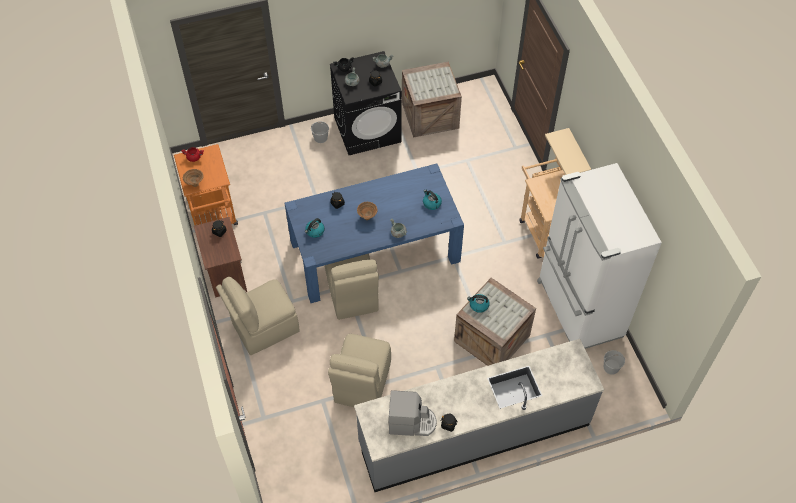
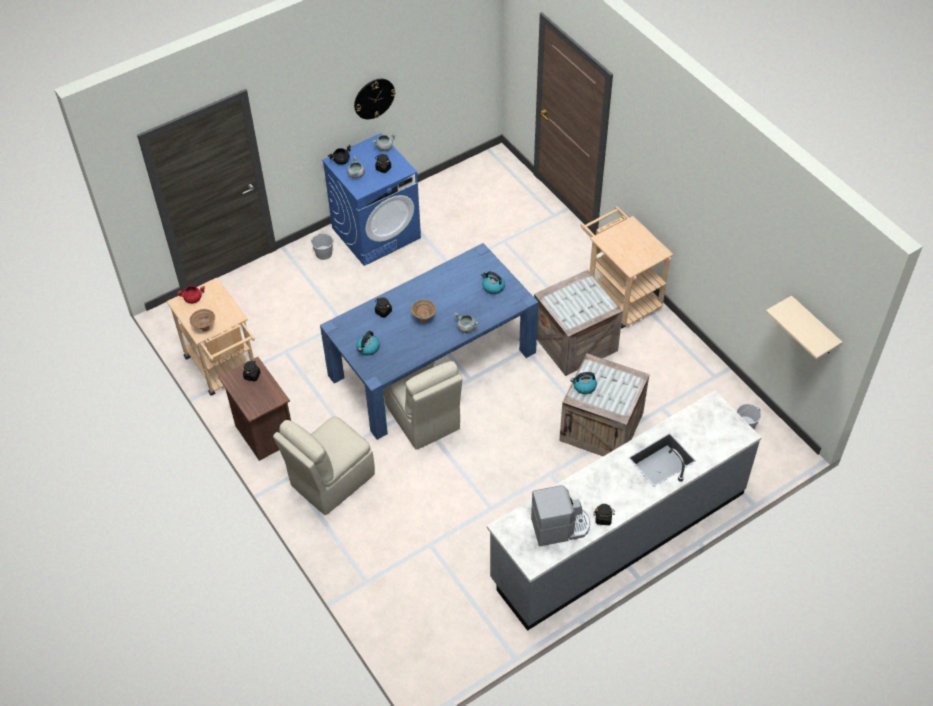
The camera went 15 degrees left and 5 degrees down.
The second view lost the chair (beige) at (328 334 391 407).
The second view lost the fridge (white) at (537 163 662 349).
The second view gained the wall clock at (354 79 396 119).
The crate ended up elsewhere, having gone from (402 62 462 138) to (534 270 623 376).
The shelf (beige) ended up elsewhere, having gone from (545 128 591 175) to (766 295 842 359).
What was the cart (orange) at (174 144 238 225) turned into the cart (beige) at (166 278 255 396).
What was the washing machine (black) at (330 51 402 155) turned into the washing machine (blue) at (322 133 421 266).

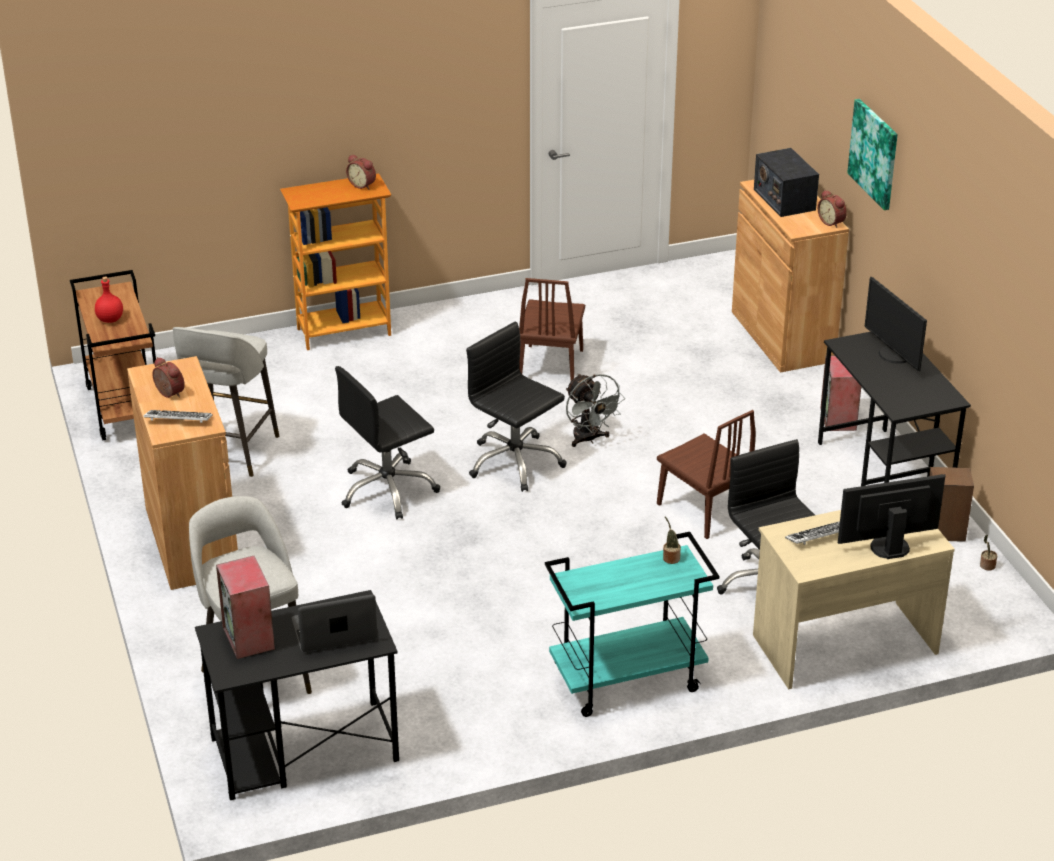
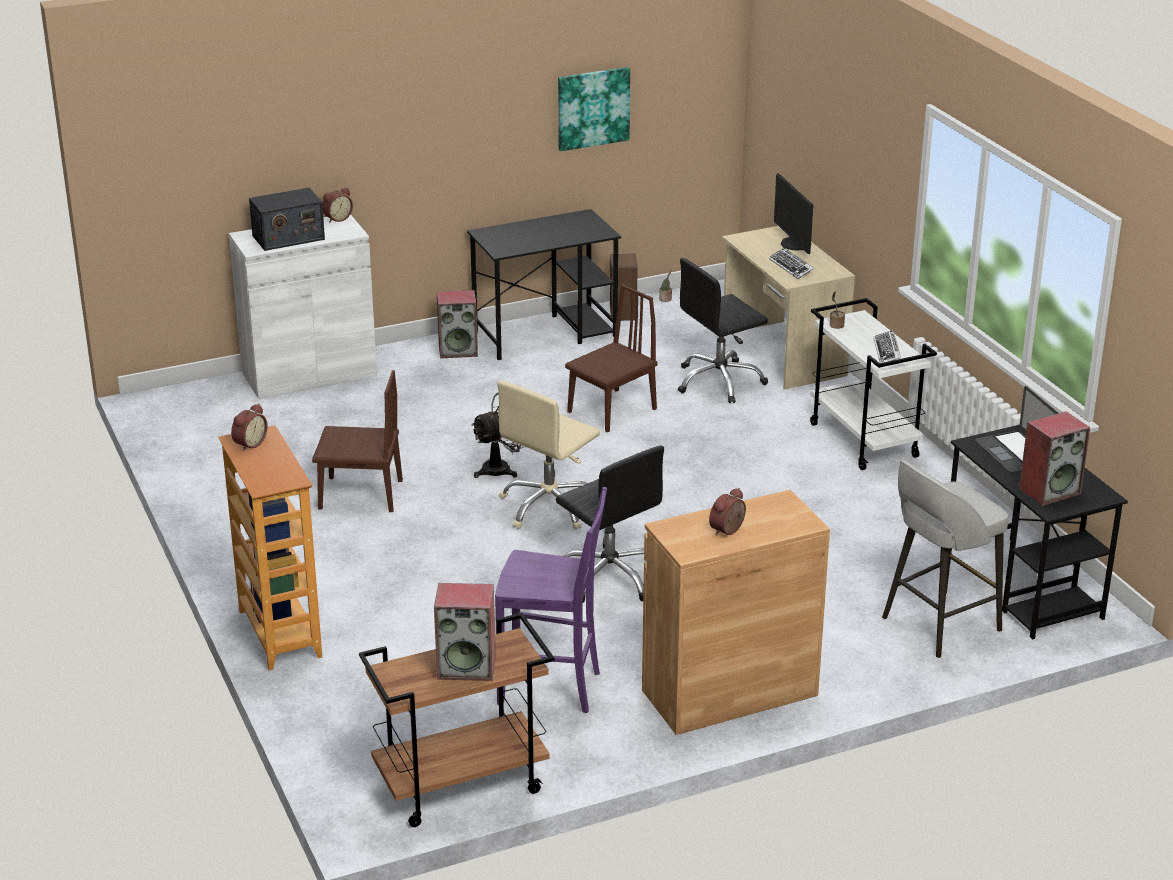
The camera went 95 degrees left and 5 degrees down.
The second view lost the monitor at (864 277 927 371).
The keyboard ended up elsewhere, having gone from (144 410 213 423) to (874 330 901 363).
The picture ended up elsewhere, having gone from (847 99 897 210) to (558 67 630 151).
Where the bottle (red) stood at (95 277 123 323), the speaker came to stand at (434 583 496 681).
Where the stool (grey) stood at (173 327 279 477), the chair (purple) came to stand at (495 487 607 713).
What was the office chair (black) at (466 321 567 492) turned into the office chair (beige) at (497 380 600 530).
What was the cart (turquoise) at (545 532 719 717) turned into the cart (white) at (810 298 937 470).
What was the cabinet (brown) at (732 180 849 373) turned into the cabinet (white) at (229 214 377 399).

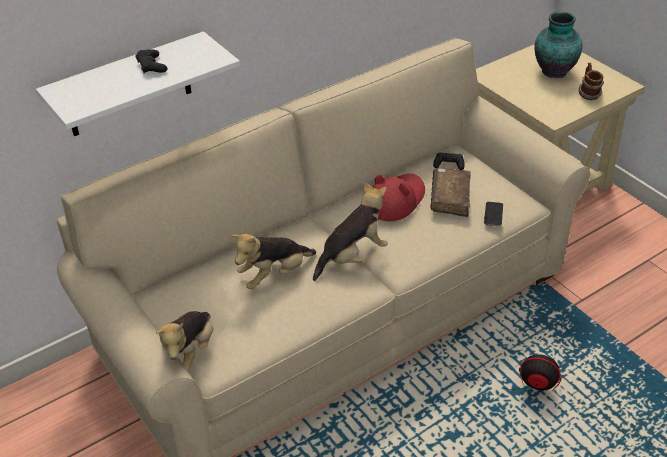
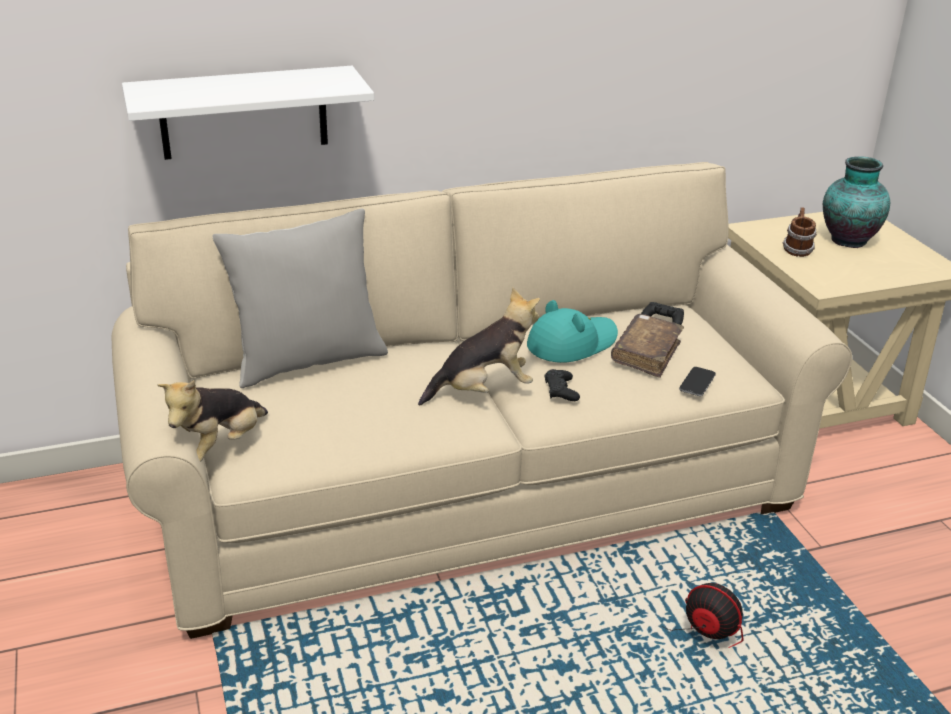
The camera went 15 degrees right and 10 degrees down.
The second view lost the plush toy at (231 234 316 289).
The second view gained the pillow (grey) at (212 208 388 388).
The game controller (black) ended up elsewhere, having gone from (136 49 168 73) to (544 369 580 401).
The mug ended up elsewhere, having gone from (579 63 604 100) to (783 208 817 257).
What was the hat (red) at (372 174 425 221) turned into the hat (turquoise) at (527 300 618 363).

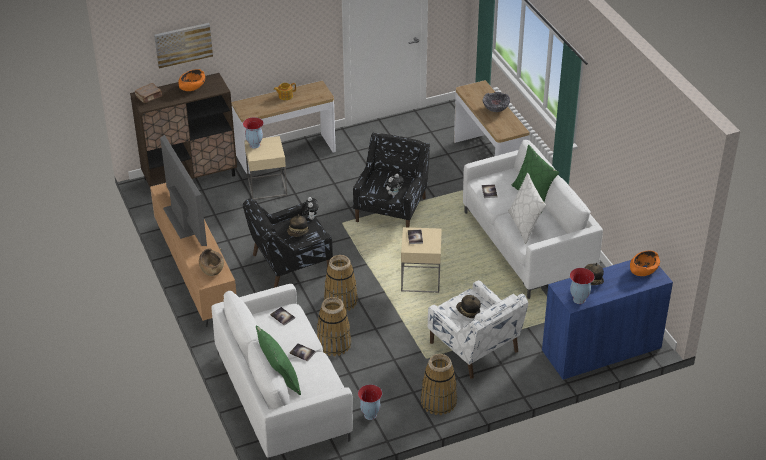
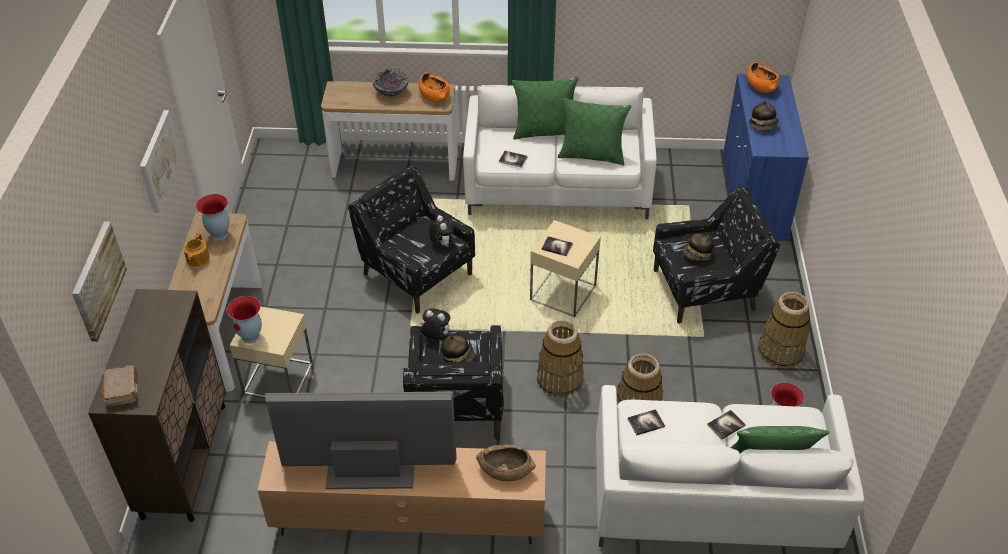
The camera went 65 degrees left and 5 degrees up.
The second view gained the picture at (140 110 181 213).
The bowl (orange) ended up elsewhere, having gone from (178 69 205 91) to (419 72 450 102).
The vase ended up elsewhere, having gone from (570 268 595 304) to (196 194 230 240).
What was the armchair (white) at (428 280 528 379) turned into the armchair (black) at (653 186 780 324).
What was the pillow (white) at (508 173 546 244) turned into the pillow (green) at (558 98 631 165).

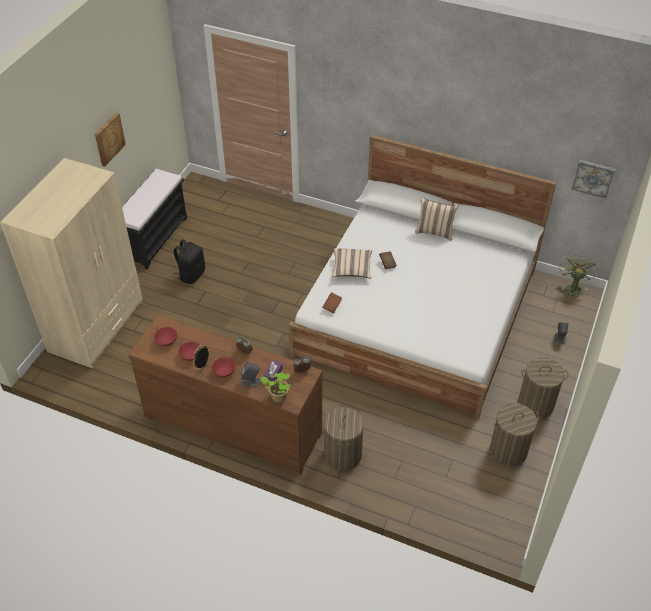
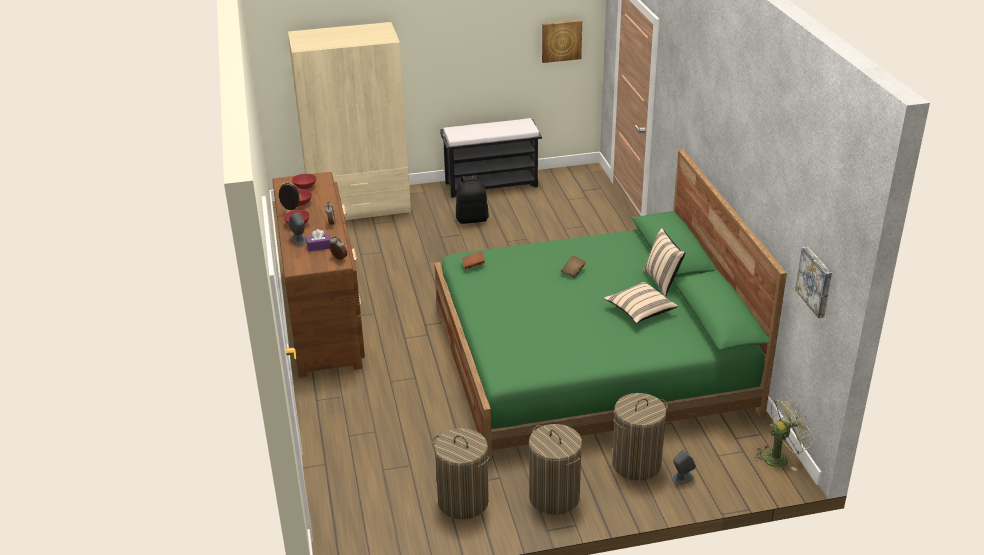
The camera went 55 degrees right and 15 degrees down.
The second view lost the potted plant at (260 372 291 402).
The picture ended up elsewhere, having gone from (95 112 126 167) to (542 20 582 63).
The laundry basket ended up elsewhere, having gone from (324 405 364 471) to (612 393 668 481).
The pillow (beige) ended up elsewhere, having gone from (331 248 372 279) to (604 282 678 323).
What was the bed (white) at (289 135 557 419) turned into the bed (green) at (434 149 787 462).

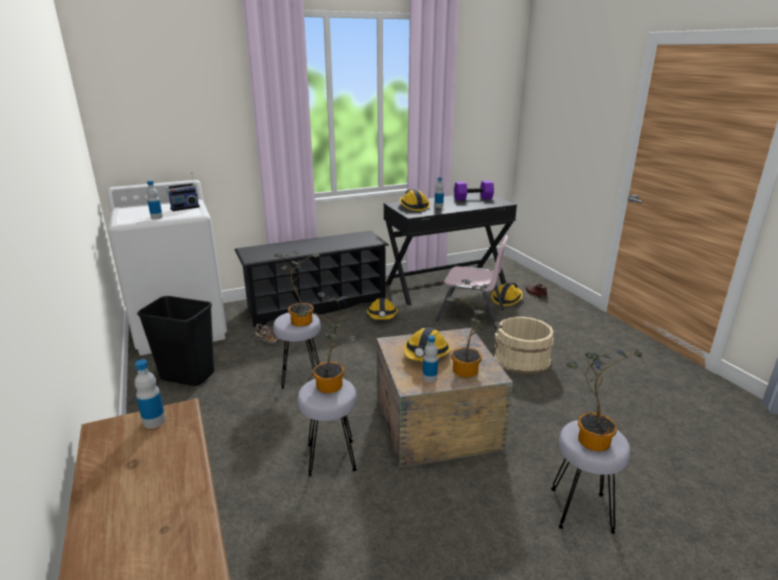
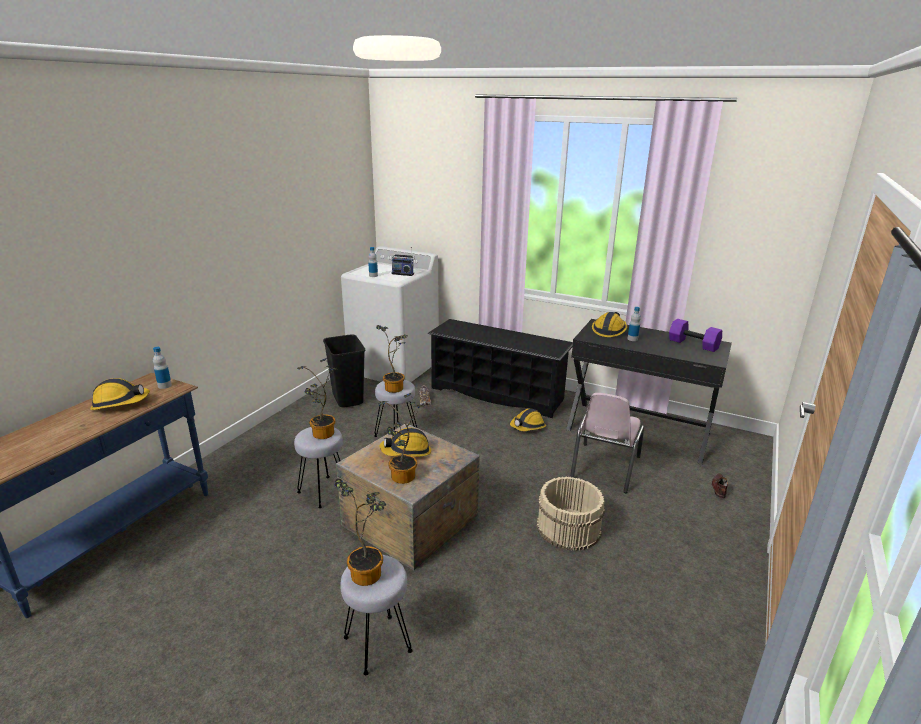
The camera went 50 degrees right and 0 degrees up.
The second view lost the bottle at (423 335 438 383).
The hard hat ended up elsewhere, having gone from (492 283 523 306) to (90 378 150 410).
The chair (pink) at (435 236 508 329) ended up facing another way, 45 degrees clockwise from before.

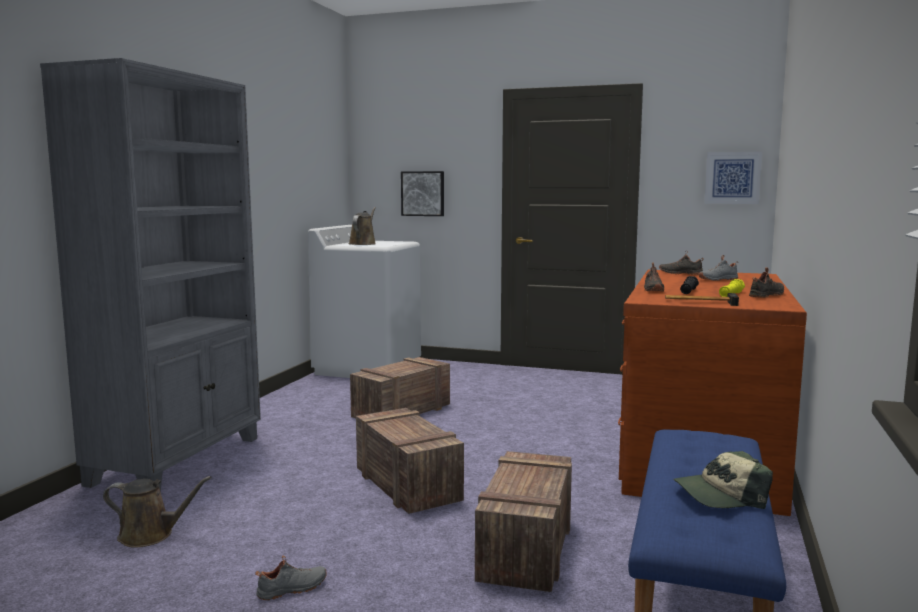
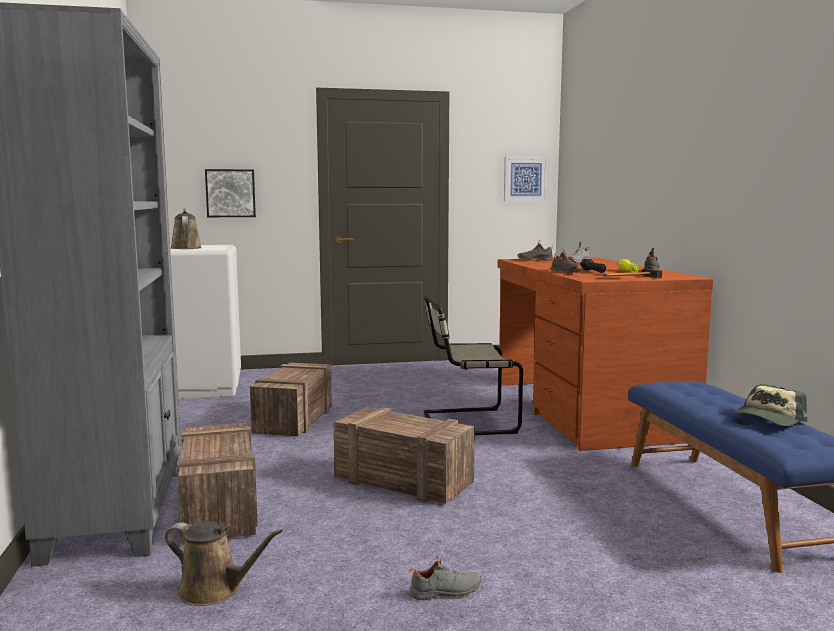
The camera went 30 degrees left and 0 degrees up.
The second view gained the chair (beige) at (424 295 523 435).
The crate ended up elsewhere, having gone from (475 451 572 592) to (177 423 258 544).
The watering can (brown) at (103 476 212 548) ended up facing another way, 45 degrees clockwise from before.
The shoe (grey) at (255 556 327 600) ended up facing another way, 45 degrees clockwise from before.

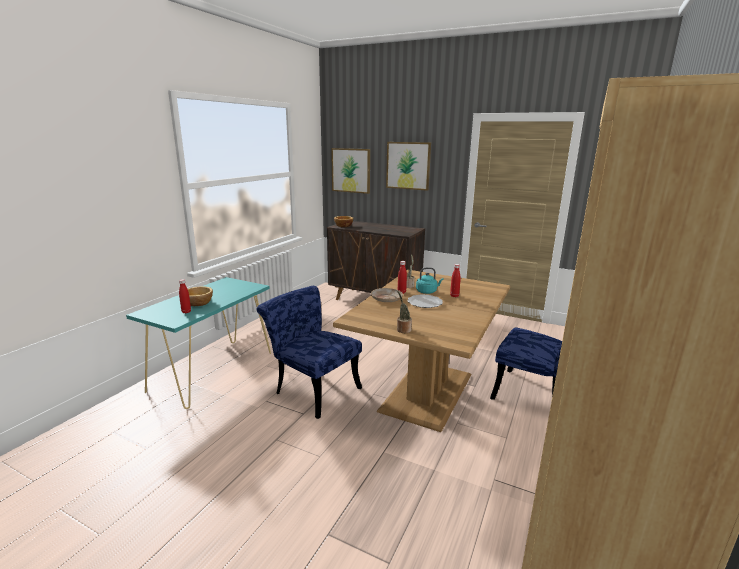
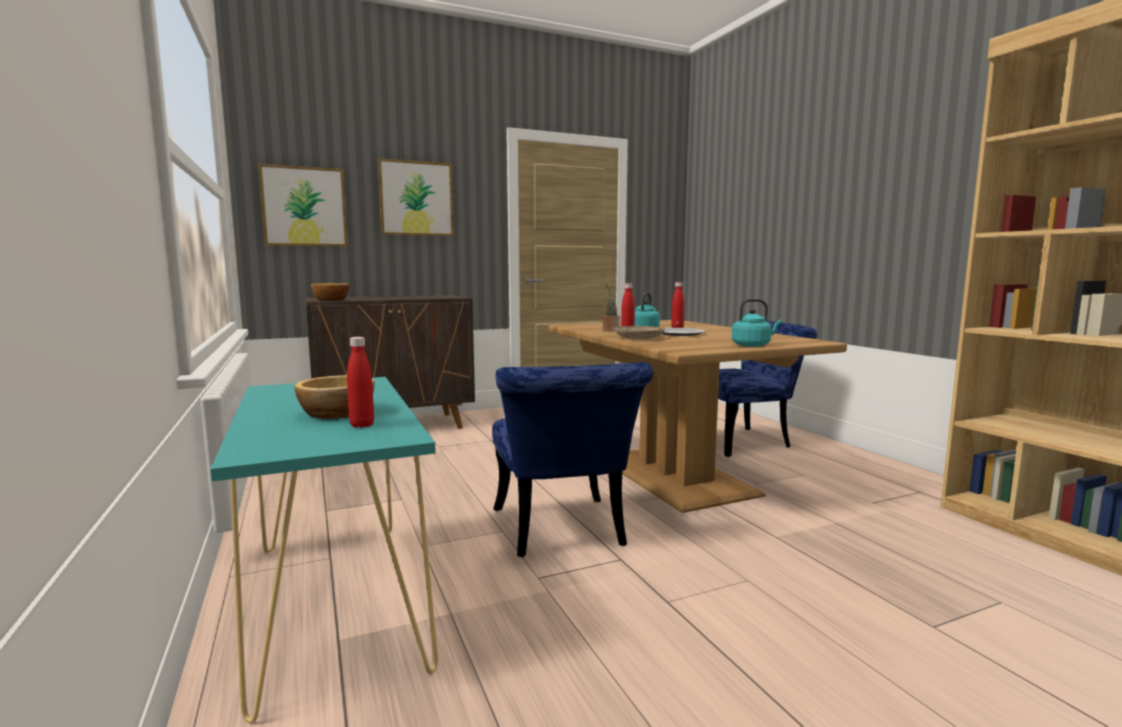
The camera went 50 degrees left and 10 degrees down.
Where the potted plant stood at (397 291 412 333), the kettle (turquoise) came to stand at (732 299 782 347).
The chair (blue) at (257 286 362 419) ended up facing another way, 90 degrees counterclockwise from before.

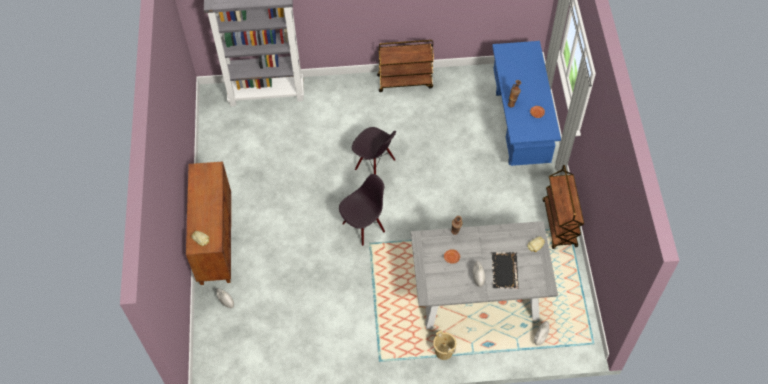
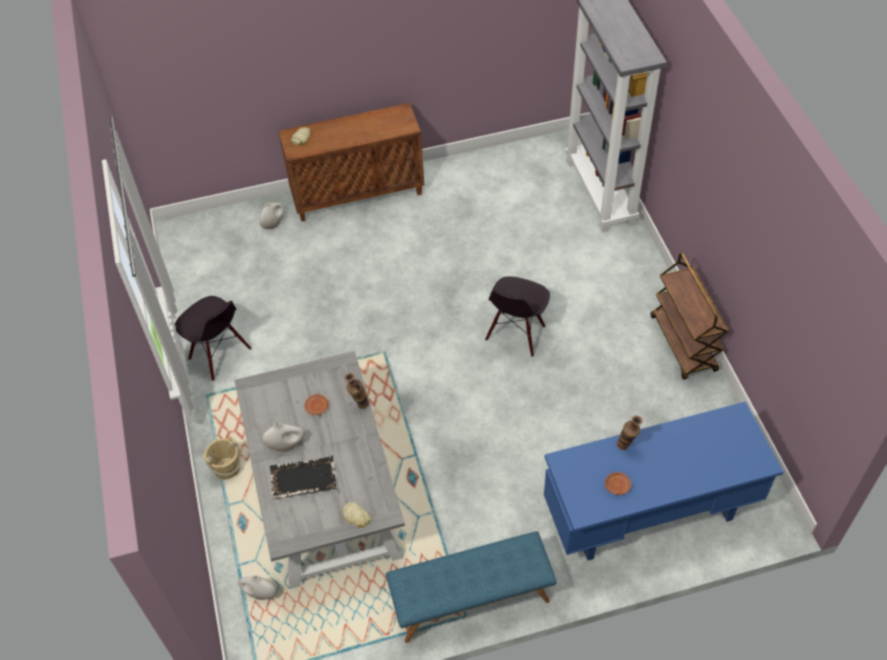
The camera went 80 degrees right and 5 degrees down.
The chair (black) ended up elsewhere, having gone from (339 174 385 246) to (175 296 252 381).
Where the cart (brown) stood at (543 165 584 249), the bench (blue) came to stand at (386 531 557 643).

